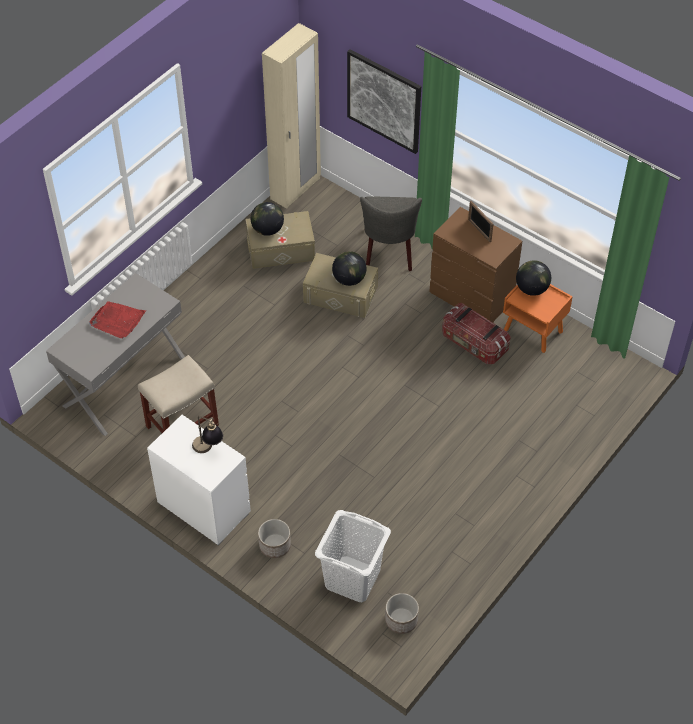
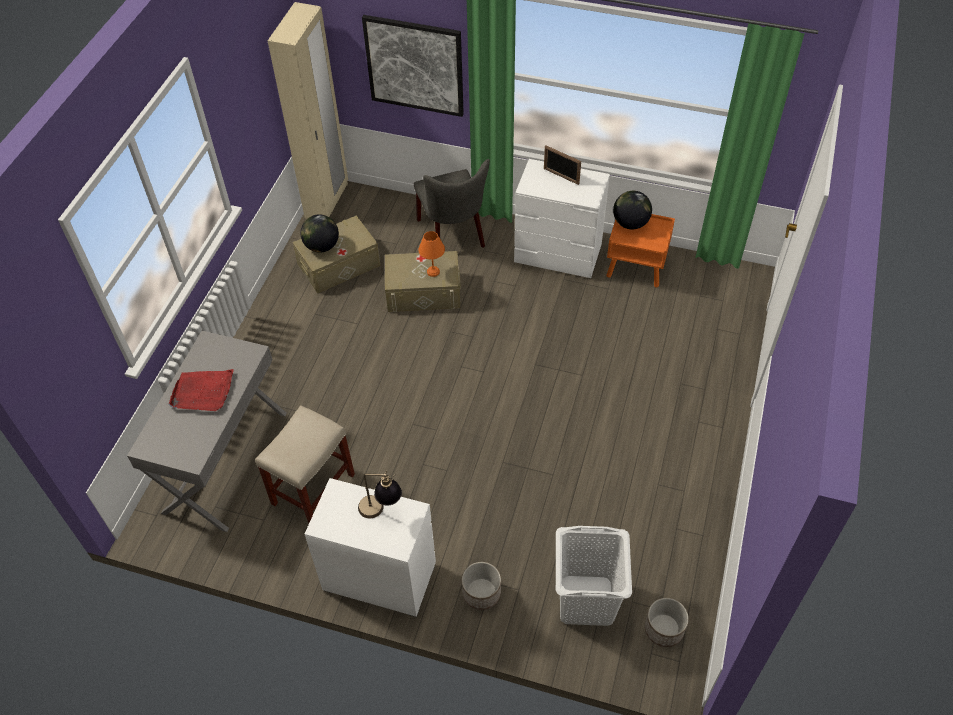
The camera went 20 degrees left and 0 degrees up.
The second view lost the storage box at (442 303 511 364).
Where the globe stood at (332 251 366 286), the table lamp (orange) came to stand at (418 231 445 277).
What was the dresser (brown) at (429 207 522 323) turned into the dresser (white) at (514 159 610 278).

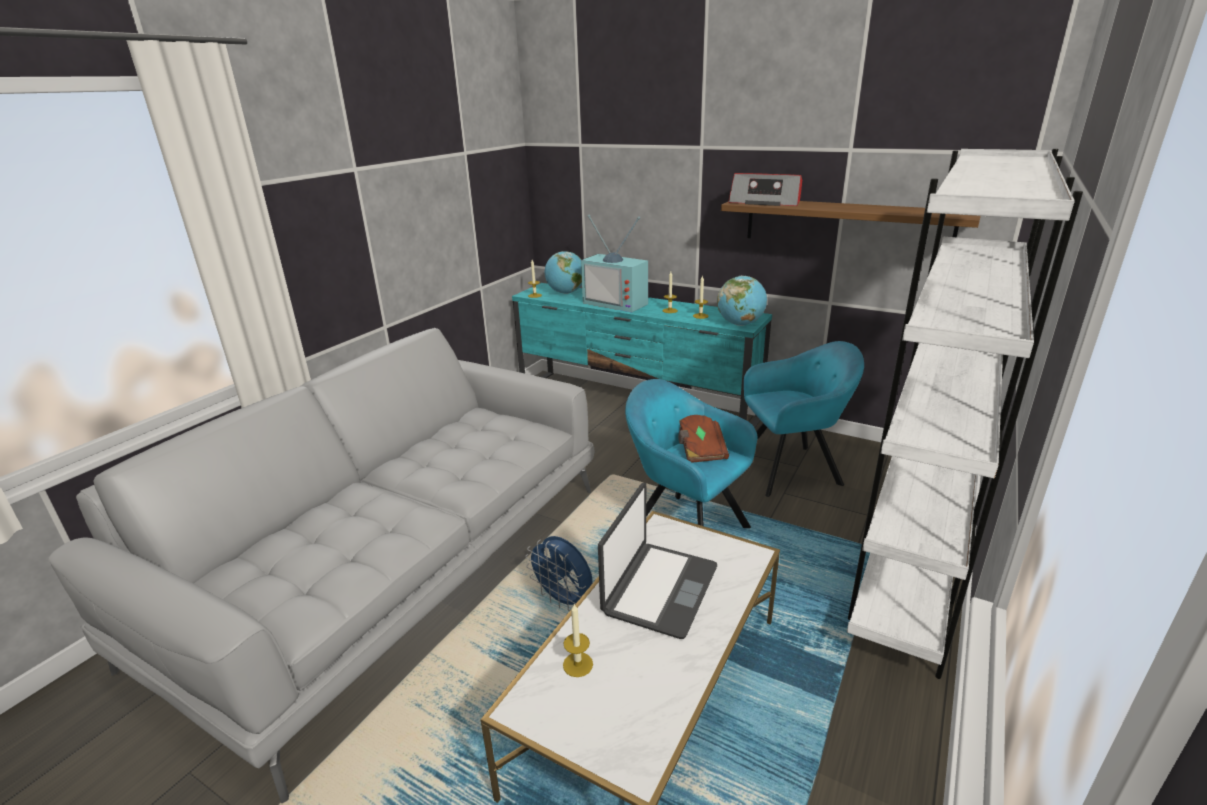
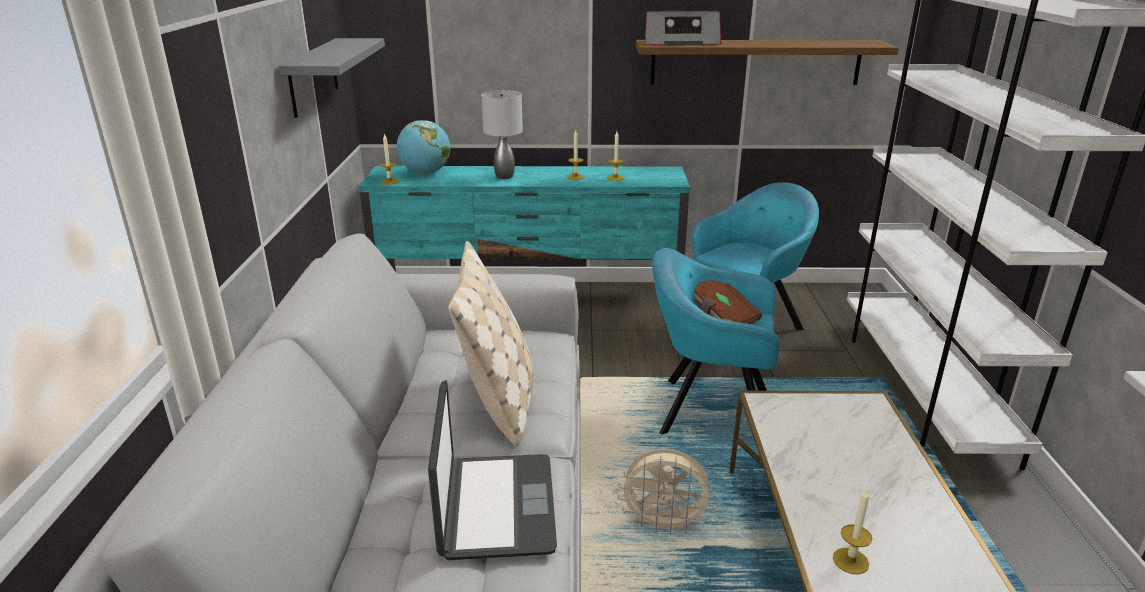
The camera went 30 degrees left and 0 degrees up.
The second view lost the globe at (717 276 767 326).
The second view gained the shelf (grey) at (278 38 385 118).
The second view gained the pillow (beige) at (448 241 533 446).
The laptop ended up elsewhere, having gone from (598 483 717 639) to (428 380 557 560).
Where the television stood at (581 215 648 312), the table lamp (grey) came to stand at (481 90 523 179).
What was the fan (blue) at (525 536 592 611) turned into the fan (beige) at (618 449 715 534).

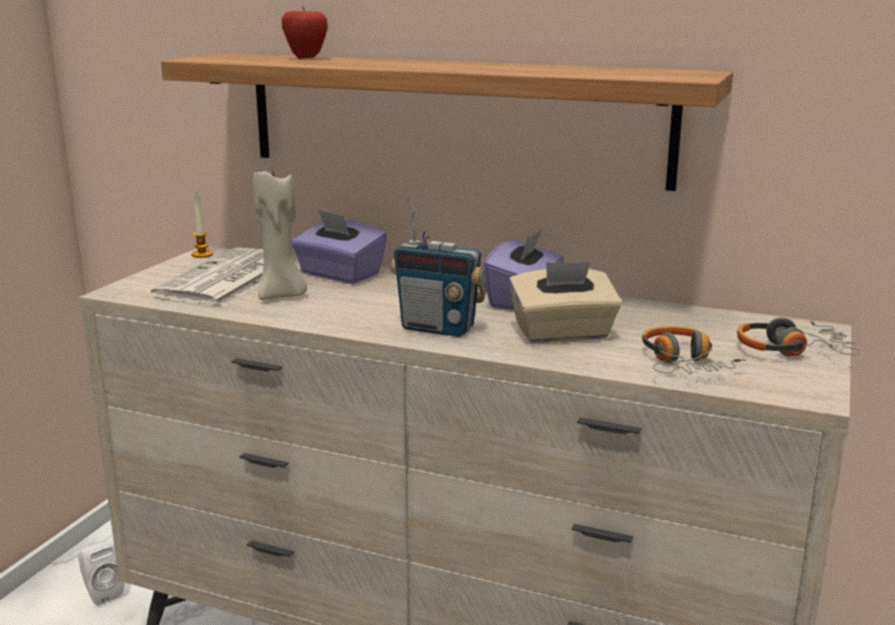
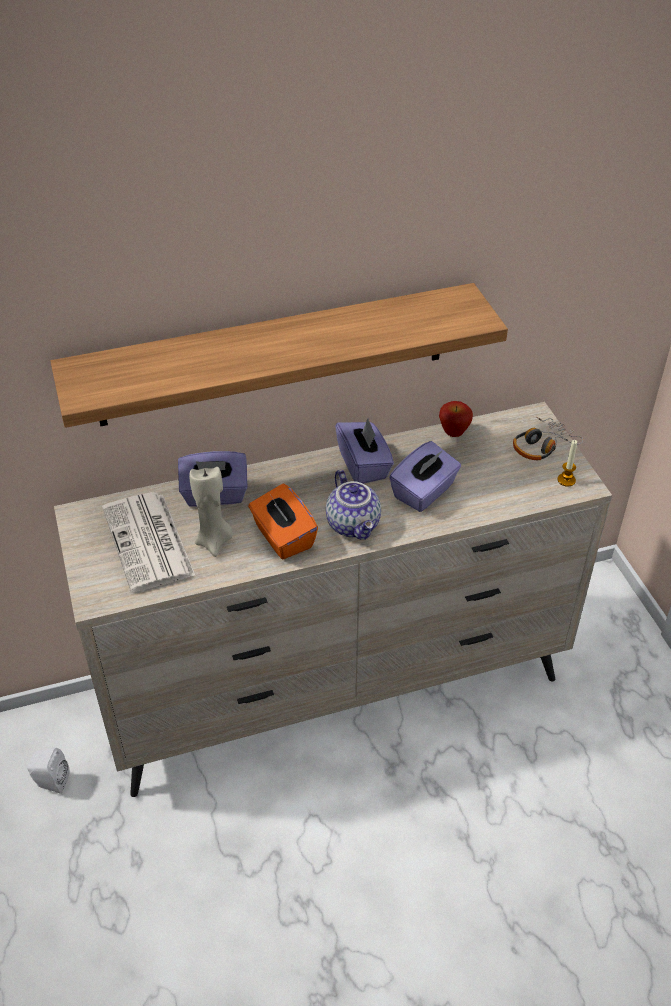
The camera went 40 degrees left and 25 degrees up.
The second view lost the headphones at (642 326 745 374).
The second view gained the tissue box (orange) at (248 483 318 559).
The candle ended up elsewhere, having gone from (191 192 213 258) to (557 440 577 487).
The apple ended up elsewhere, having gone from (282 6 328 59) to (439 401 473 437).
Where the radio stood at (390 197 487 337), the teapot came to stand at (326 470 381 540).
What was the tissue box (beige) at (508 262 622 343) turned into the tissue box (purple) at (389 441 461 512).

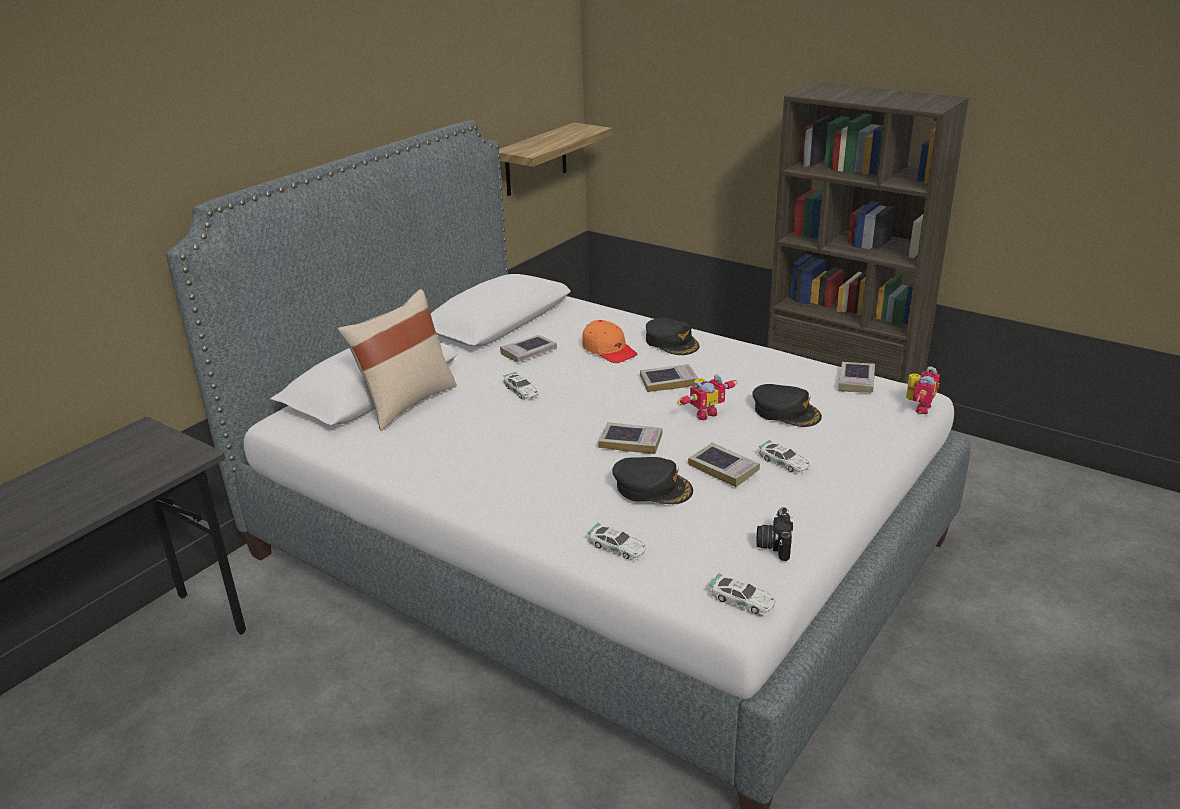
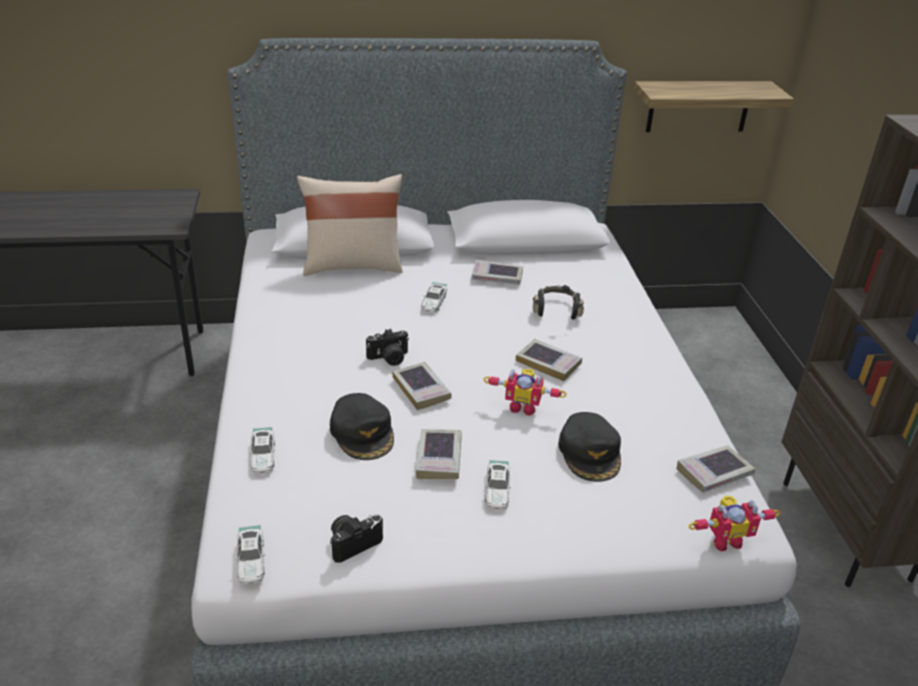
The camera went 45 degrees right and 5 degrees up.
The second view lost the cap (black) at (646 318 700 355).
The second view gained the photo camera at (366 328 409 366).
Where the cap (orange) stood at (582 320 638 363), the headphones (black) came to stand at (533 285 584 319).

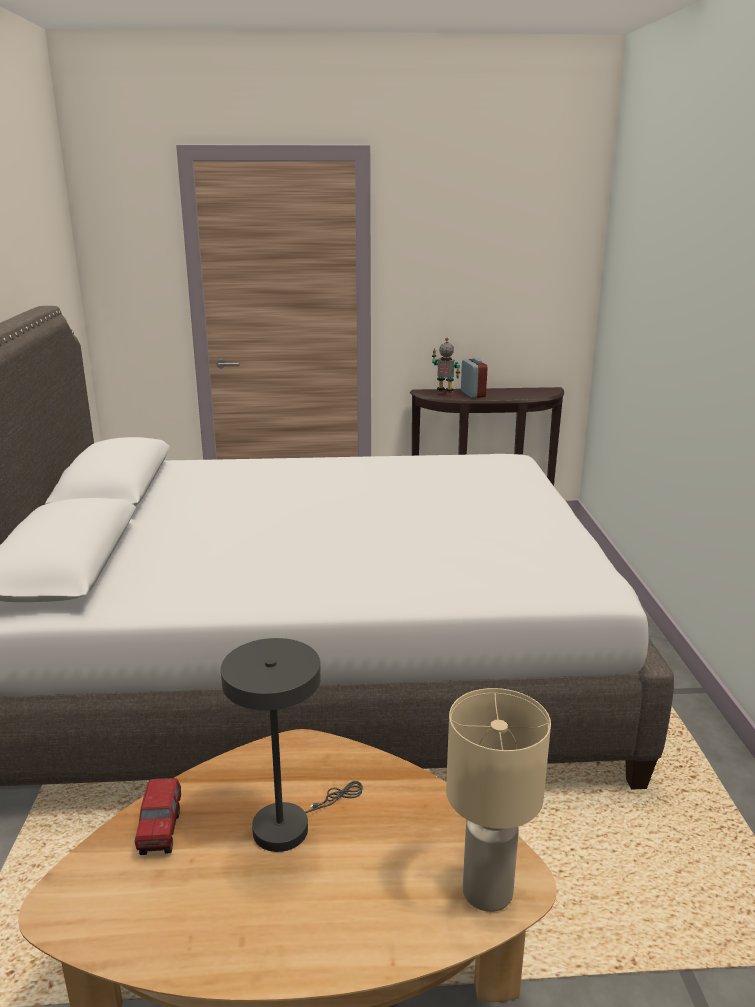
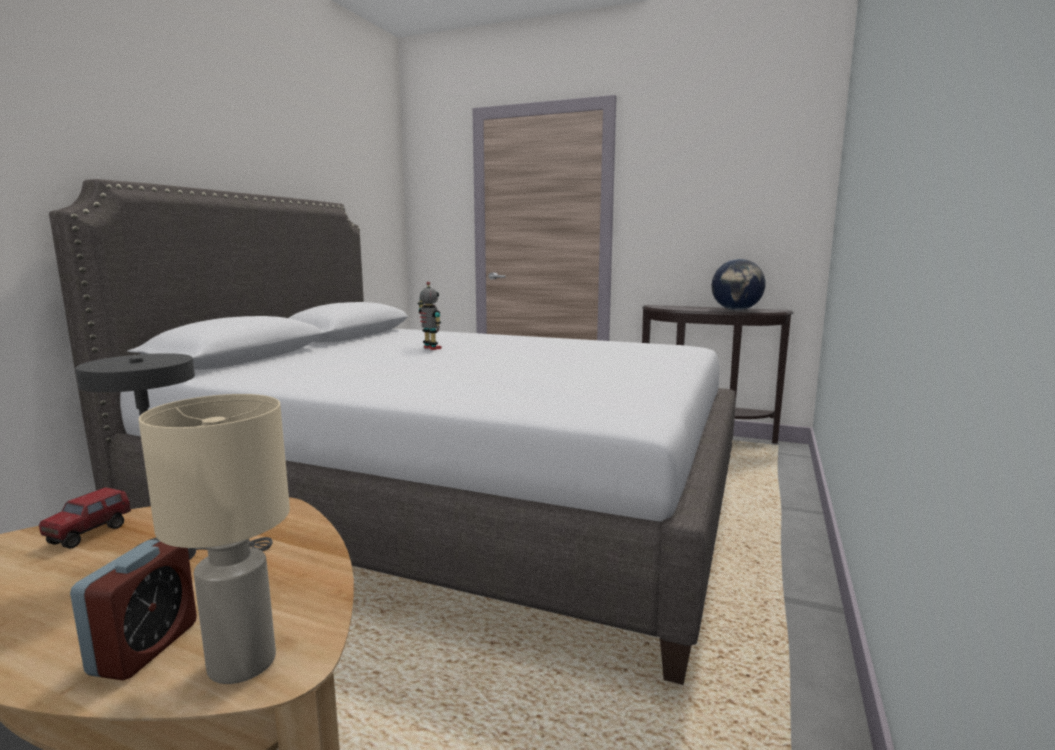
The camera went 25 degrees right and 10 degrees down.
The second view gained the globe at (712 259 766 310).
The toy robot ended up elsewhere, having gone from (432 338 460 396) to (417 282 441 350).
The alarm clock ended up elsewhere, having gone from (461 358 488 398) to (70 540 197 680).

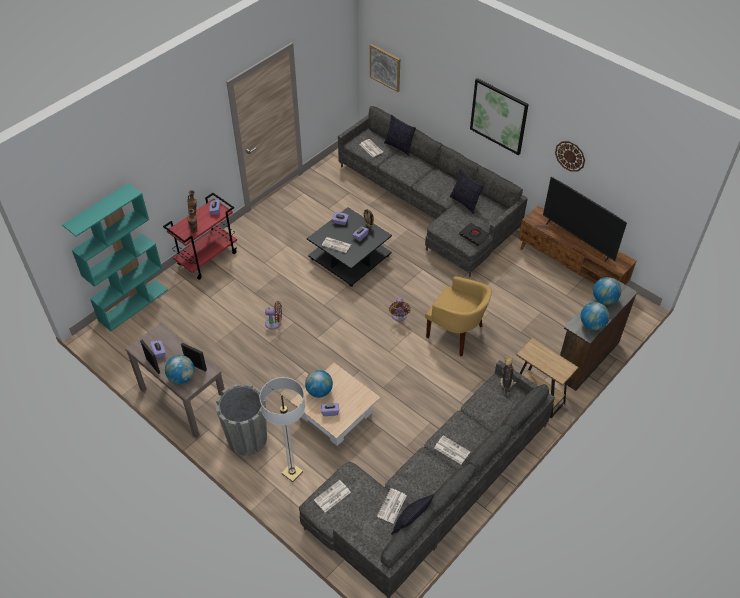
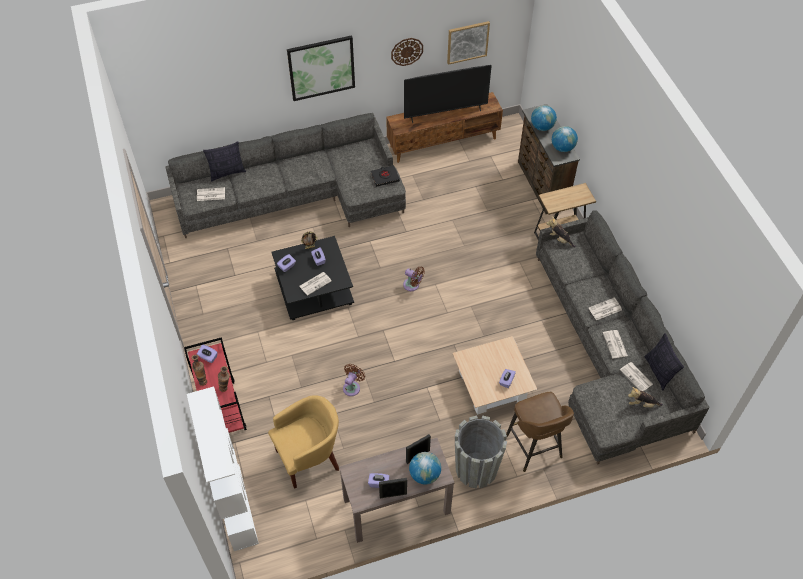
The camera went 60 degrees left and 5 degrees up.
The second view lost the globe at (305 370 333 398).
The second view lost the pillow at (450 169 484 214).
The second view gained the plush toy at (628 387 663 407).
The newspaper ended up elsewhere, having gone from (314 480 351 512) to (603 330 628 358).
The picture ended up elsewhere, having gone from (370 44 400 92) to (447 21 490 65).
The armchair (yellow) ended up elsewhere, having gone from (425 276 492 356) to (268 395 339 489).
Where the floor lamp stood at (259 377 305 482), the stool (brown) came to stand at (506 392 574 472).
What was the bookcase (turquoise) at (62 183 168 331) turned into the bookcase (white) at (187 387 259 551).

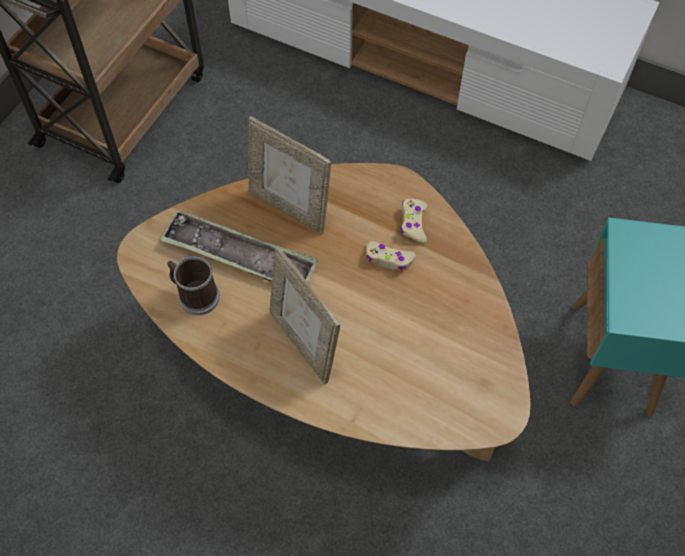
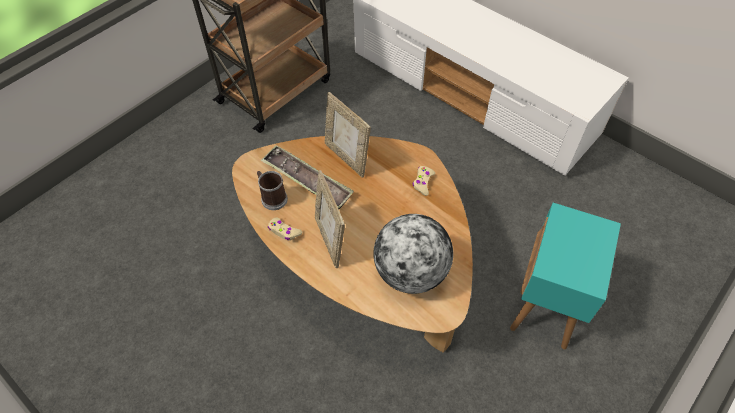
The camera went 15 degrees right and 5 degrees down.
The second view gained the globe at (374 214 453 294).
The game controller (beige) ended up elsewhere, having gone from (366 241 416 270) to (268 217 302 240).

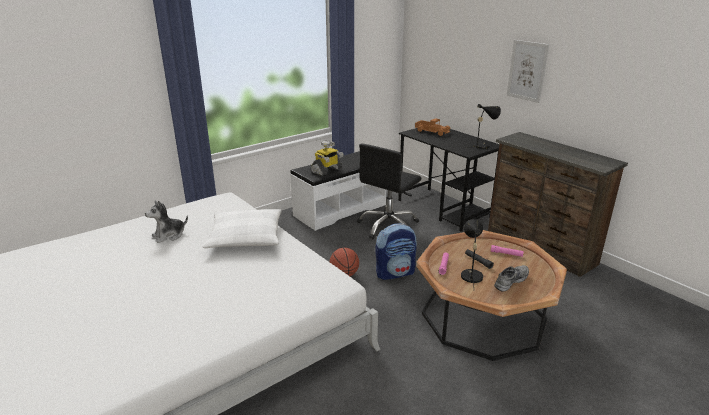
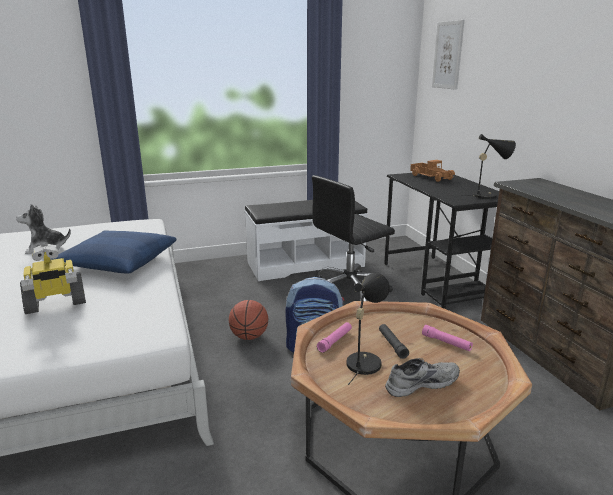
The camera went 20 degrees right and 5 degrees down.
The toy robot ended up elsewhere, having gone from (311 140 344 176) to (20 244 86 314).
The picture ended up elsewhere, having gone from (506 40 549 103) to (432 20 464 90).
What was the pillow (white) at (203 209 282 248) turned into the pillow (blue) at (50 230 177 274).

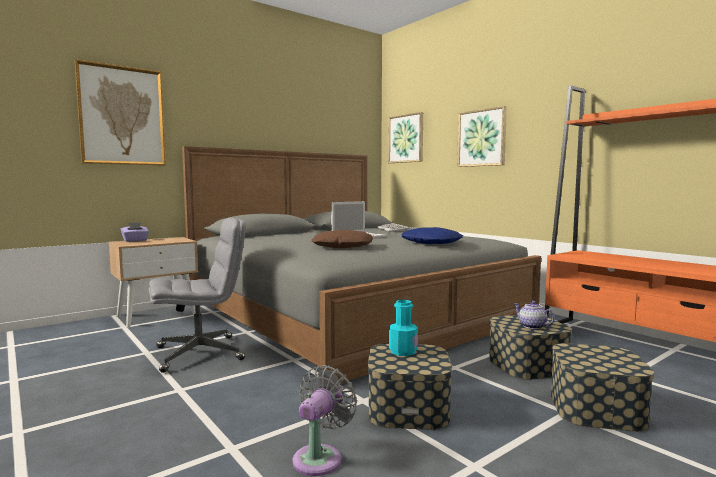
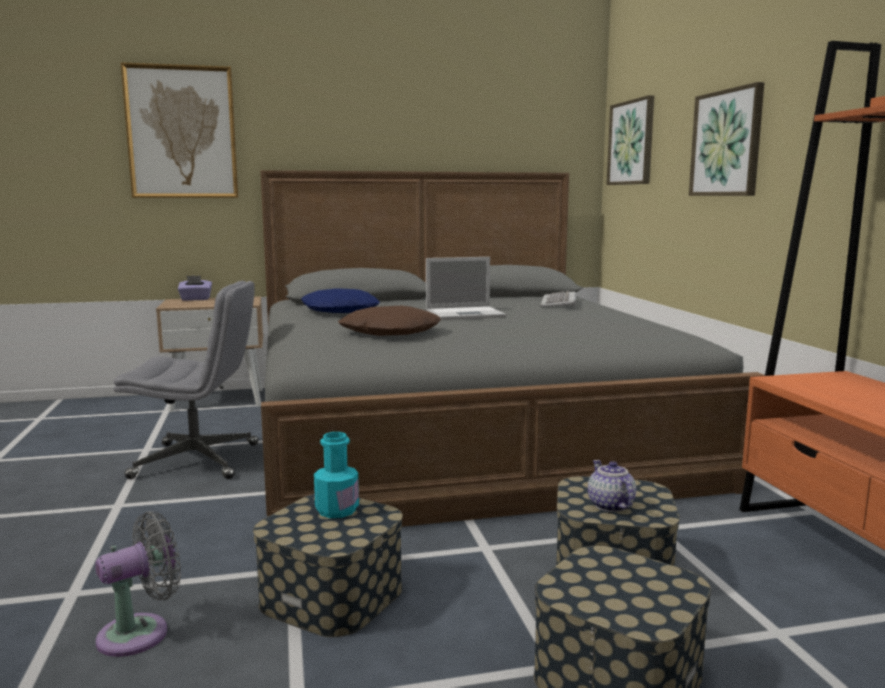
The camera went 25 degrees right and 5 degrees up.
The pillow (blue) ended up elsewhere, having gone from (401 227 463 244) to (301 288 380 313).

